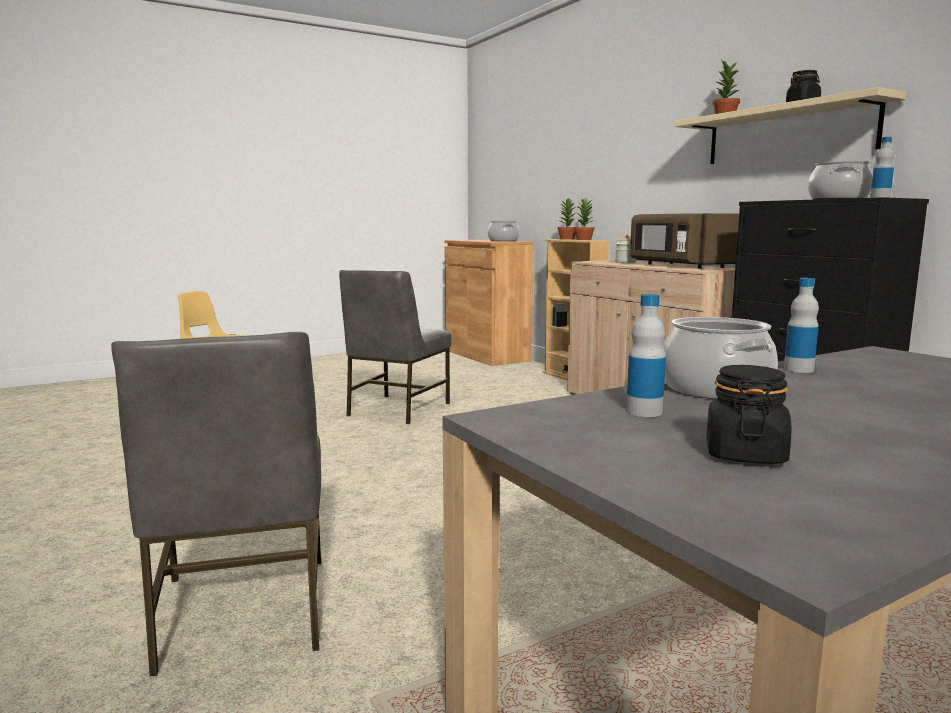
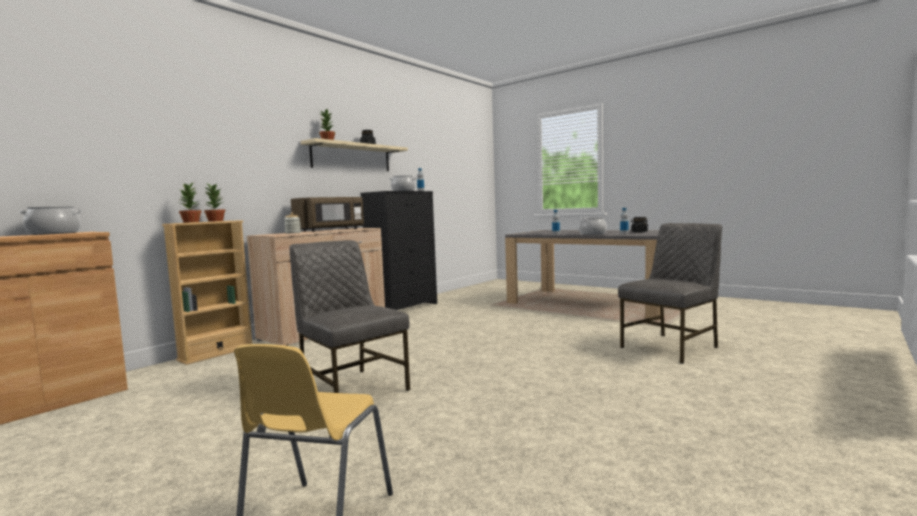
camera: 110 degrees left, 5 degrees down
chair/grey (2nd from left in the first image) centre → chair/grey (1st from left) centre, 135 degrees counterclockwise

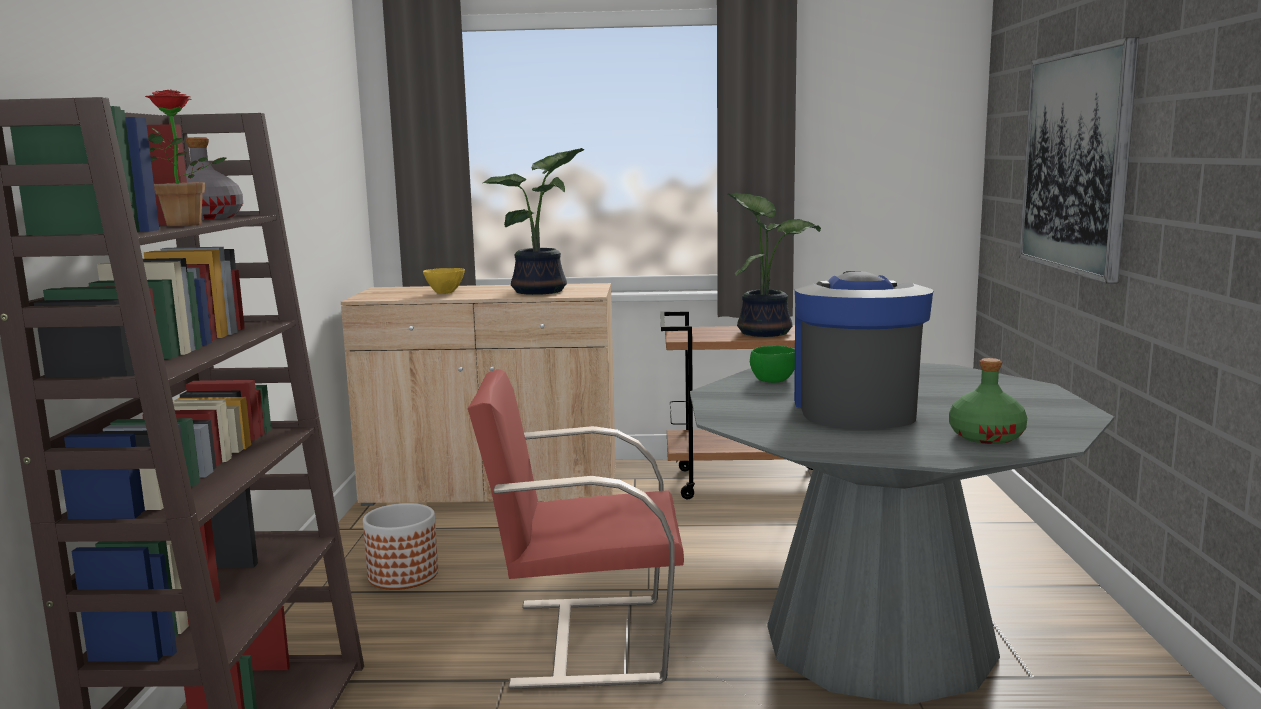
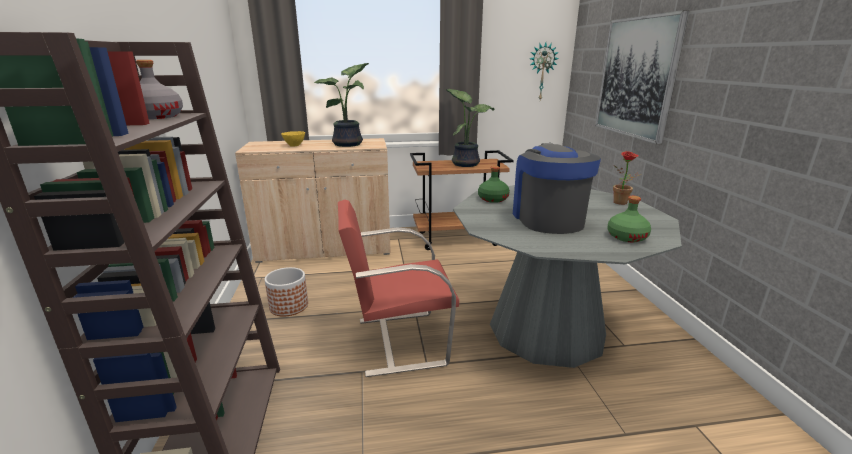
camera: 10 degrees left, 10 degrees up
bowl/green centre → bottle/green (1st from left) centre
- → wall clock top centre
potted plant (1st from left in the first image) top left → potted plant (3rd from left) middle right, move

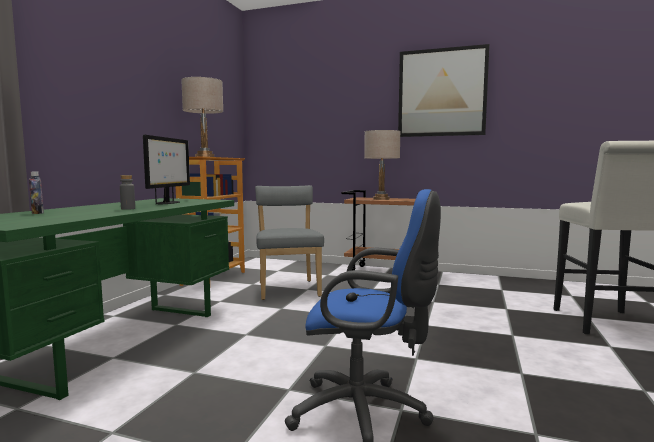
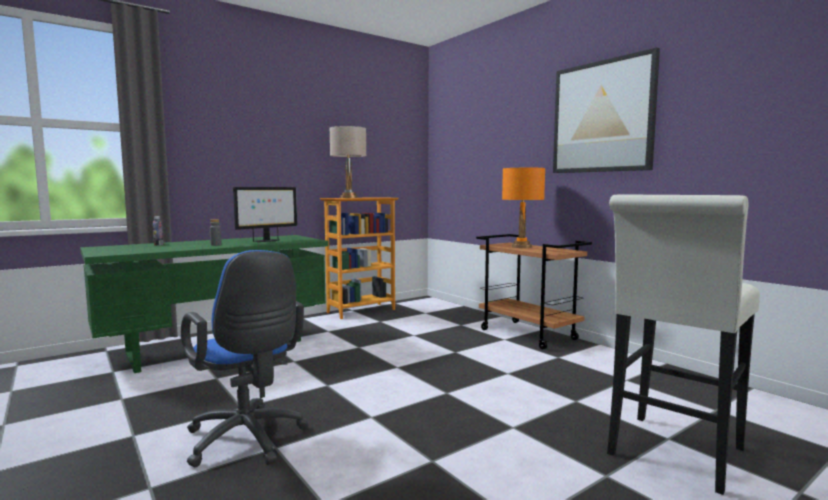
camera: 35 degrees right, 0 degrees up
table lamp/beige (2nd from left) centre → table lamp/orange centre
chair/grey centre → -

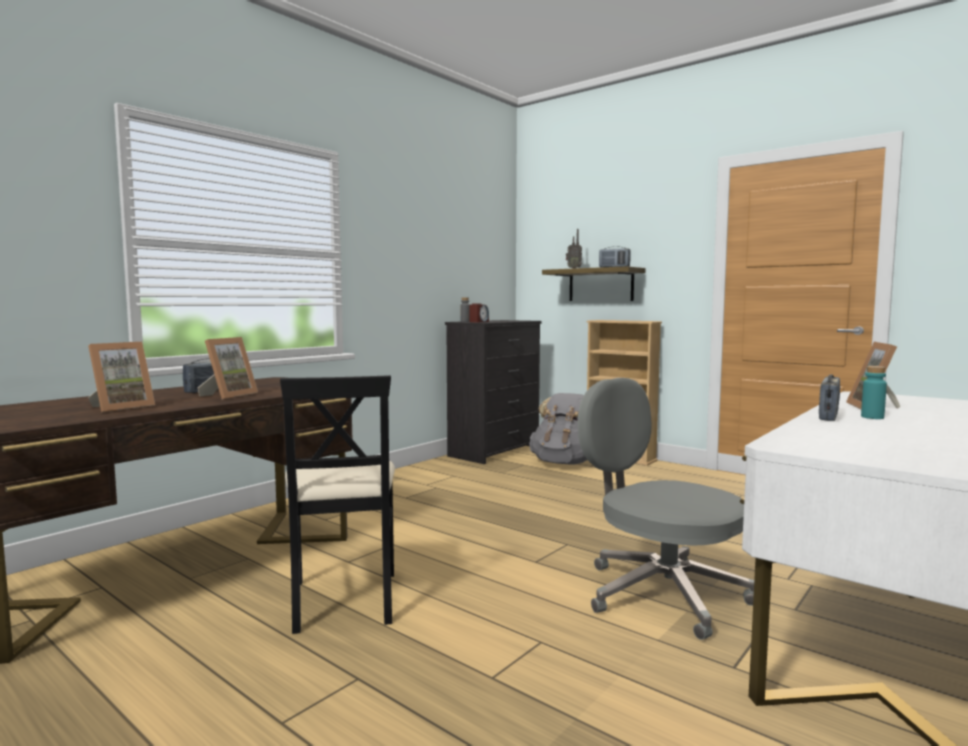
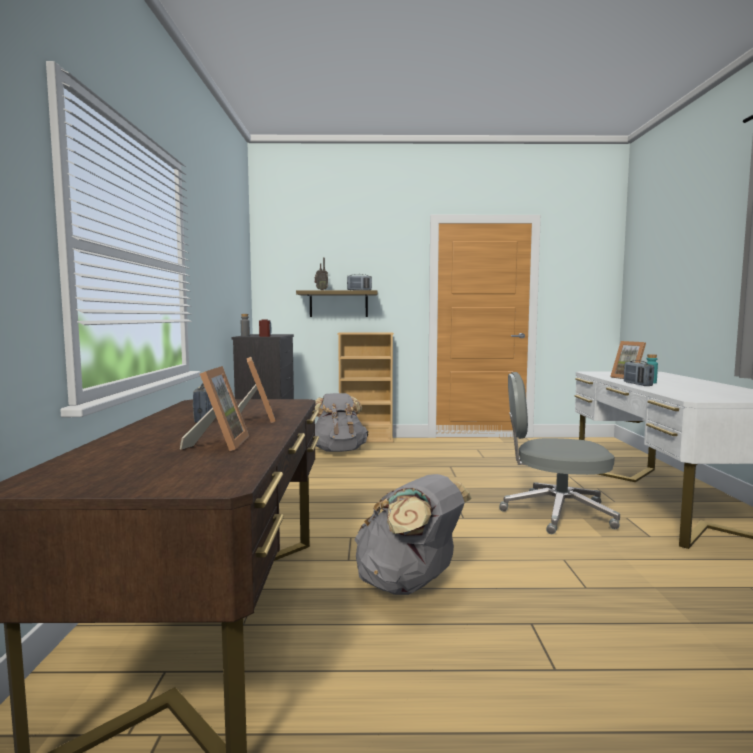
camera: 40 degrees left, 0 degrees up
chair/black bottom centre → backpack/grey (2nd from left) bottom centre

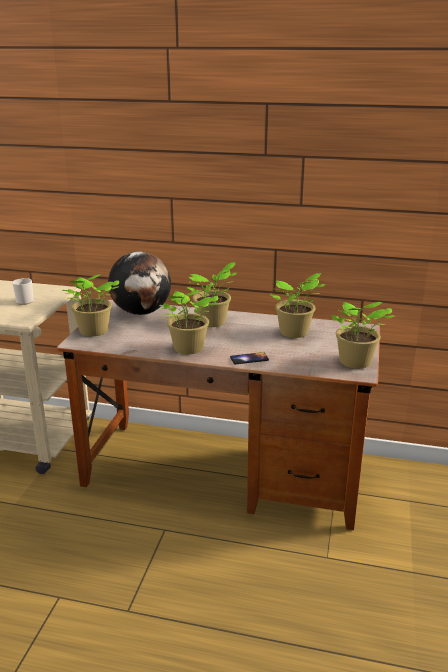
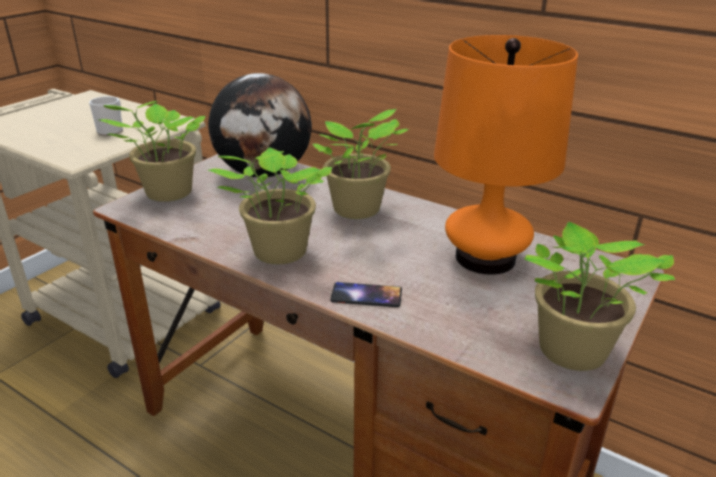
camera: 20 degrees right, 5 degrees up
potted plant (4th from left) centre → table lamp/orange top right

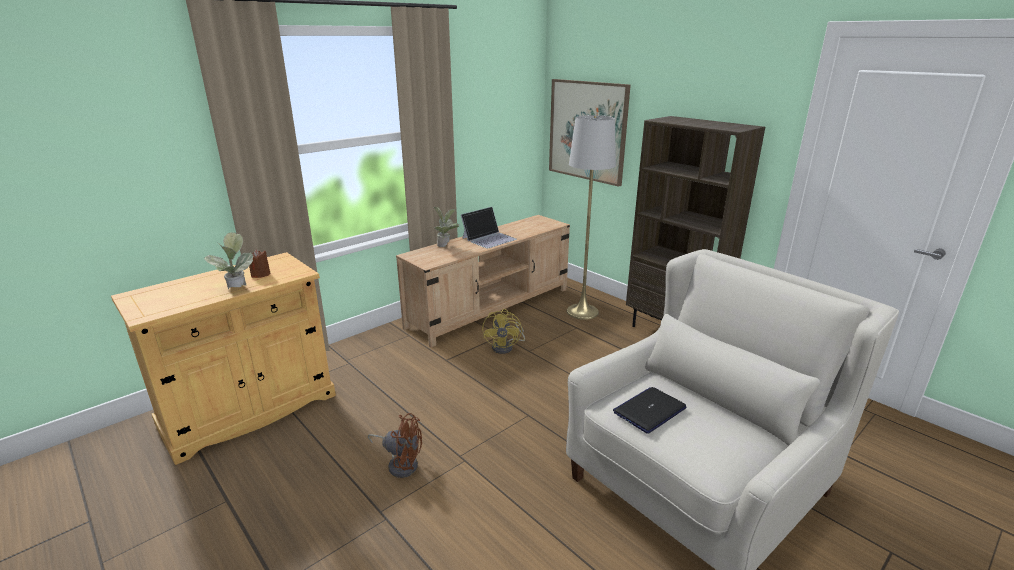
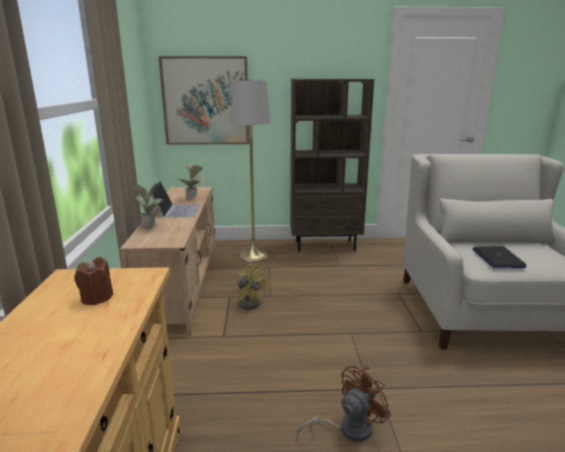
camera: 50 degrees left, 5 degrees down
potted plant (1st from left in the first image) middle left → potted plant (2nd from left) centre, move

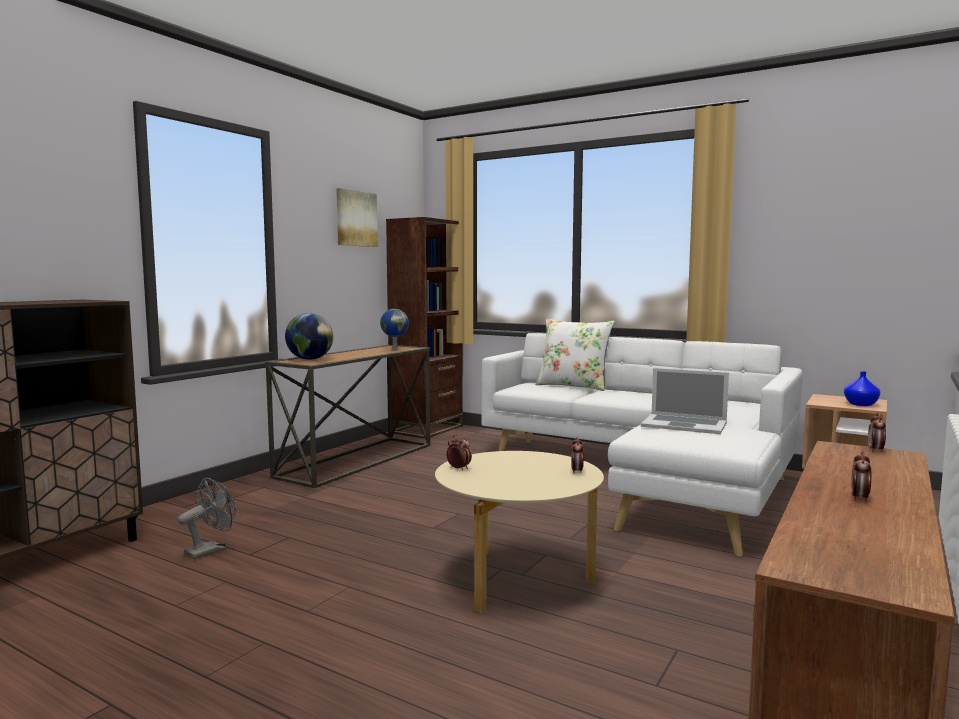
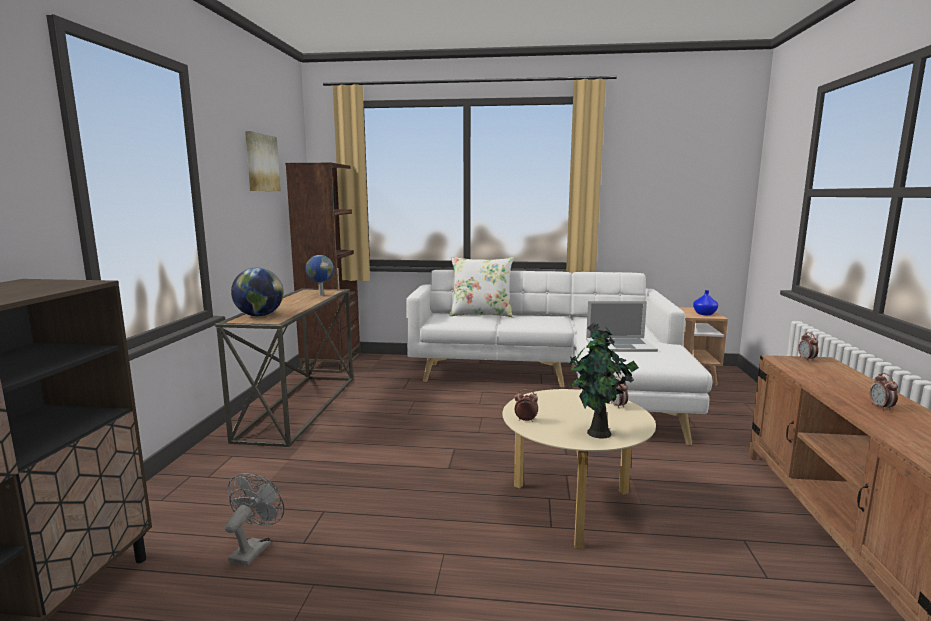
camera: 25 degrees left, 5 degrees up
- → potted plant centre

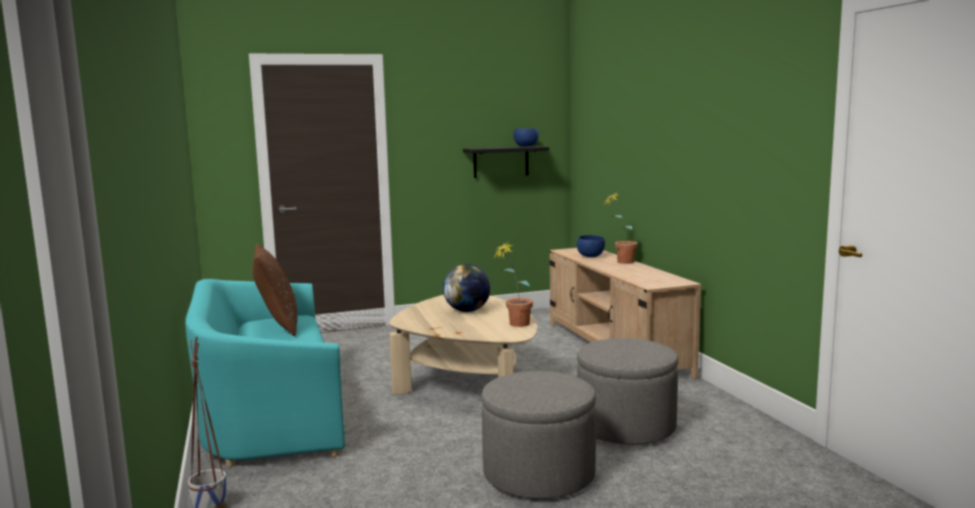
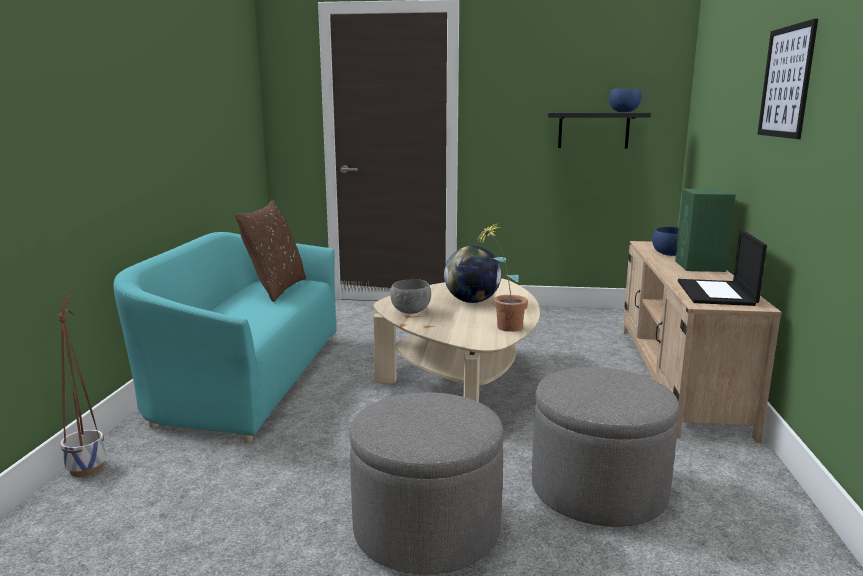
camera: 25 degrees right, 5 degrees up
- → bowl/grey centre
potted plant (2nd from left) centre → speaker/green middle right
- → laptop middle right
- → picture top right

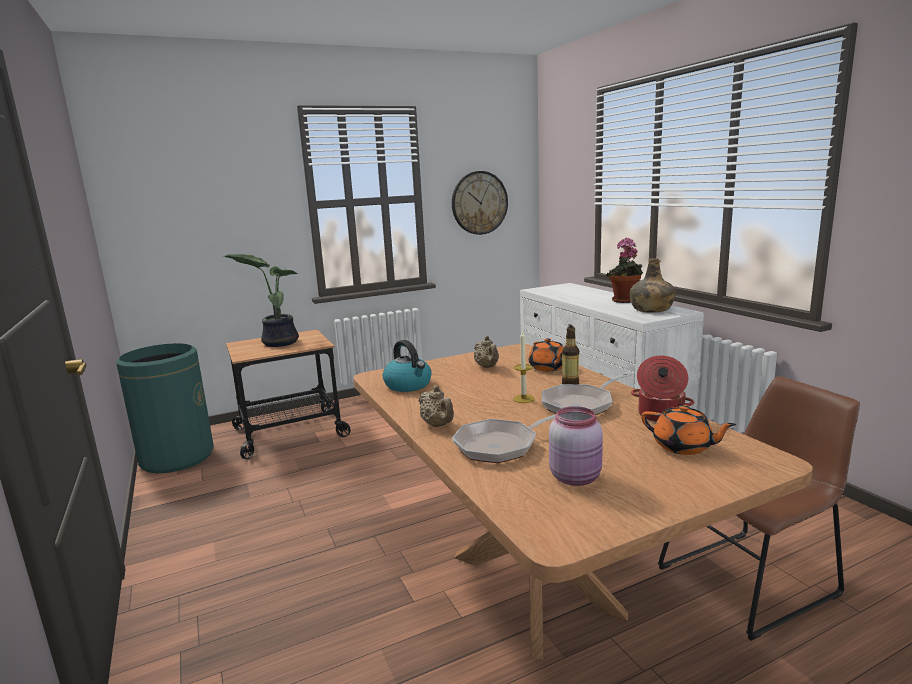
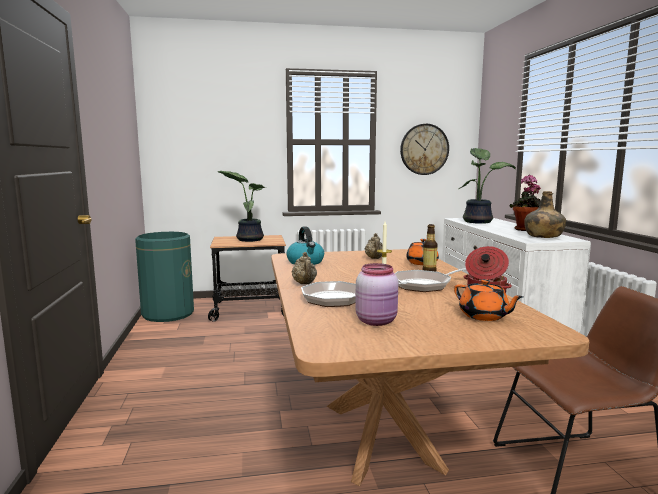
camera: 15 degrees right, 5 degrees down
- → potted plant (2nd from left) middle right

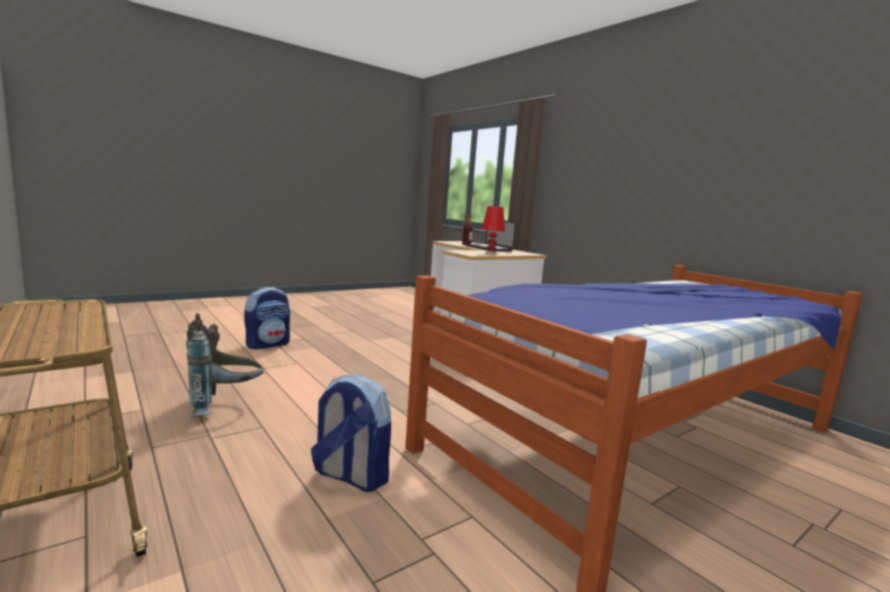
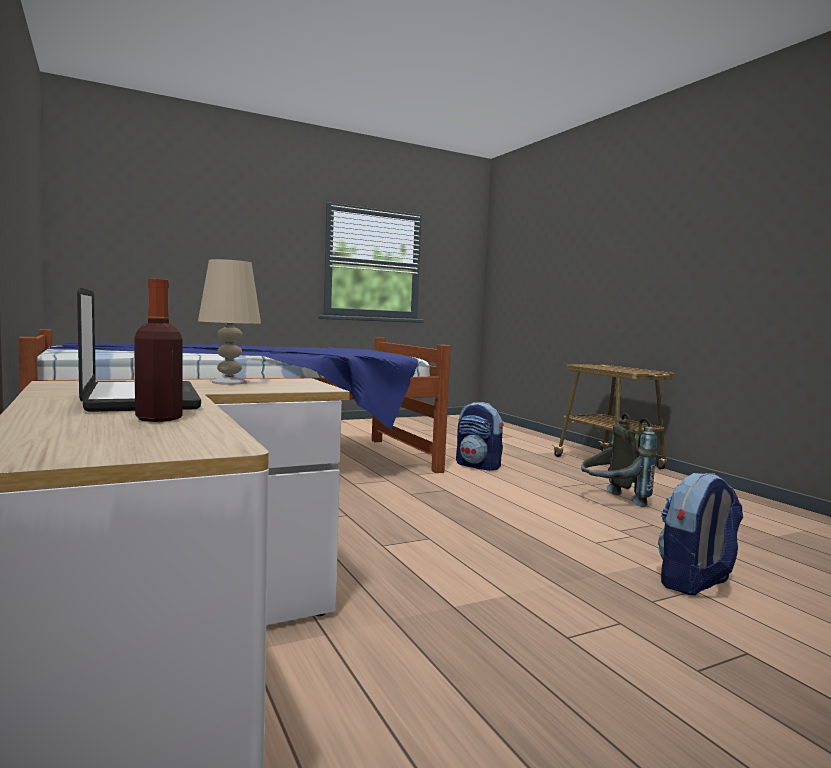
camera: 170 degrees left, 5 degrees down
table lamp/red centre → table lamp/beige middle left

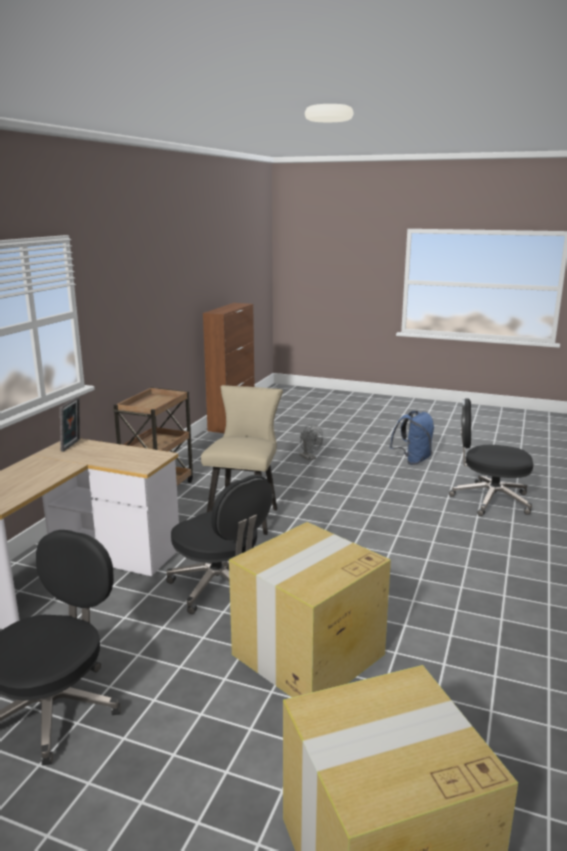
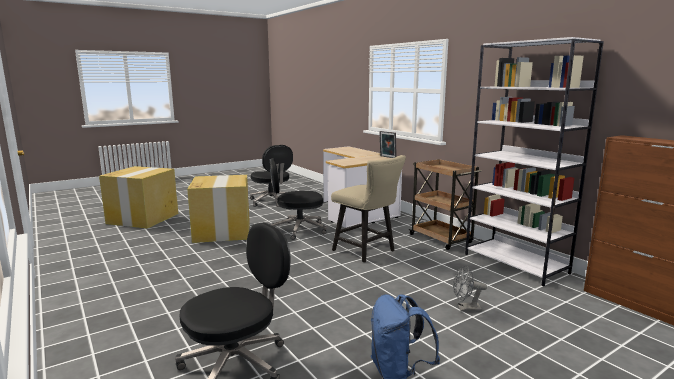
camera: 125 degrees right, 5 degrees down
- → bookcase/white middle right

